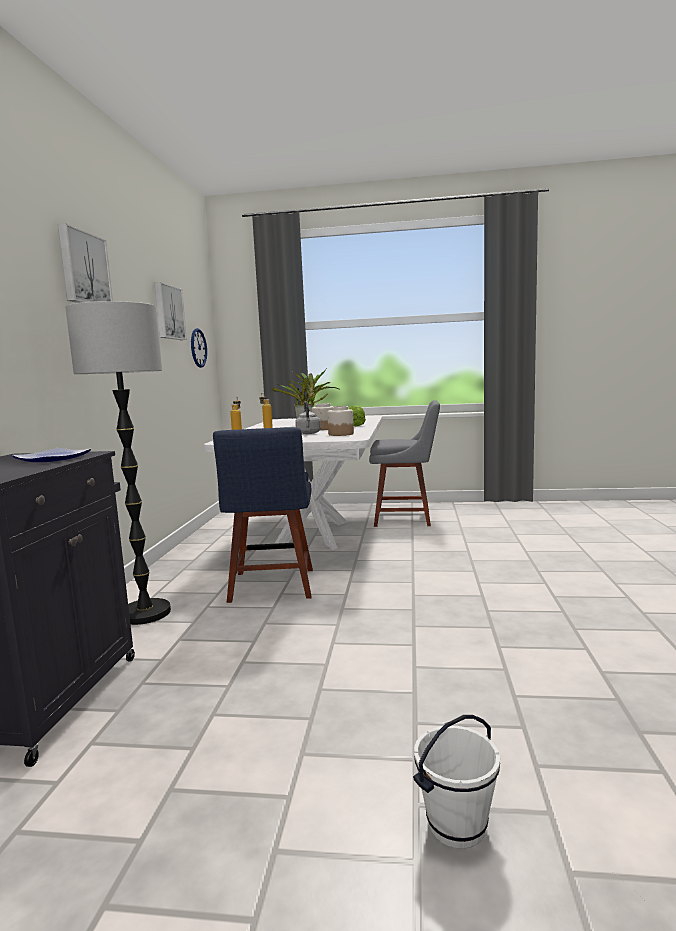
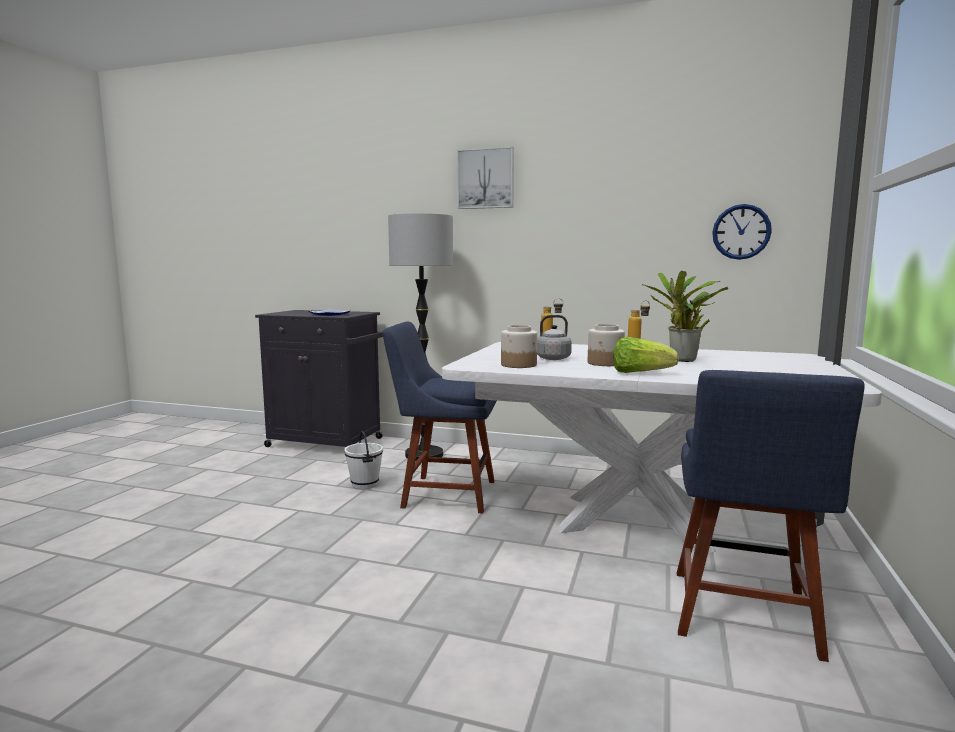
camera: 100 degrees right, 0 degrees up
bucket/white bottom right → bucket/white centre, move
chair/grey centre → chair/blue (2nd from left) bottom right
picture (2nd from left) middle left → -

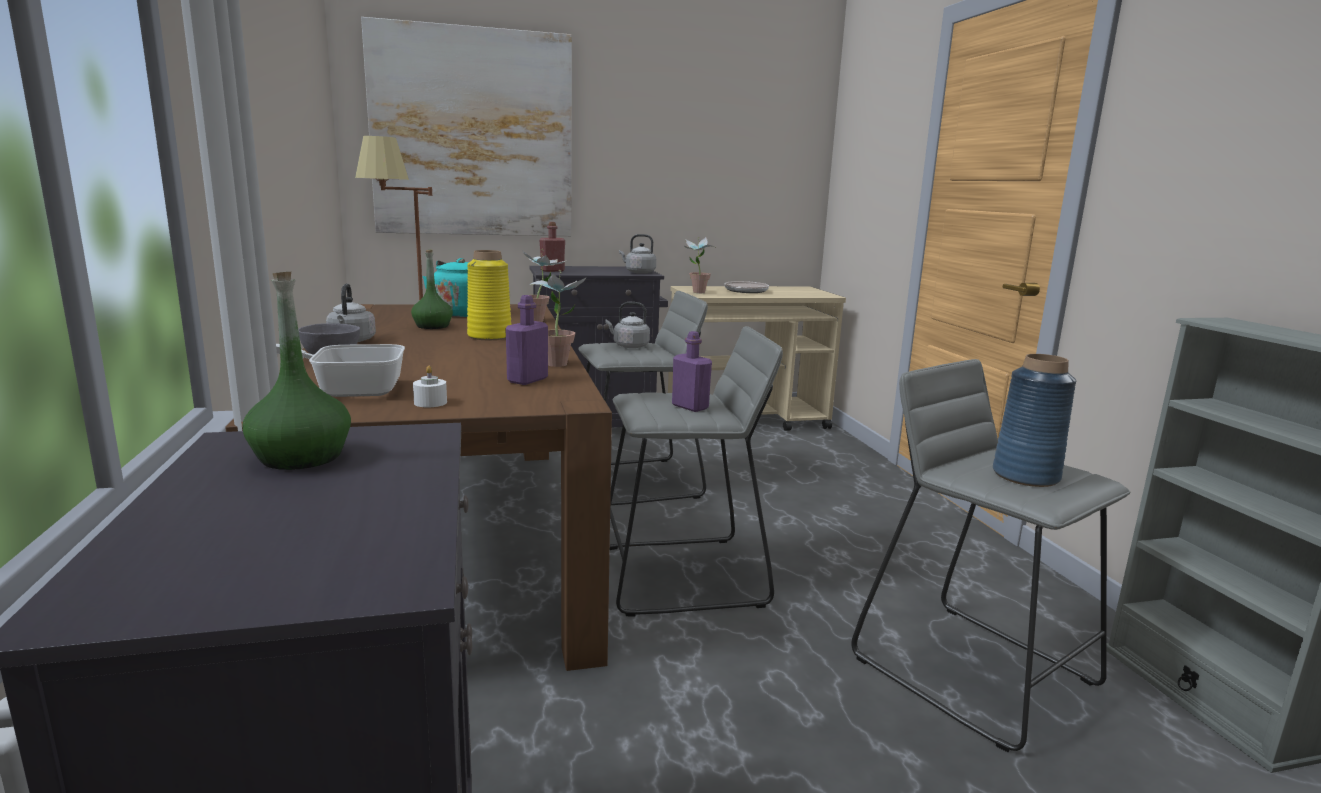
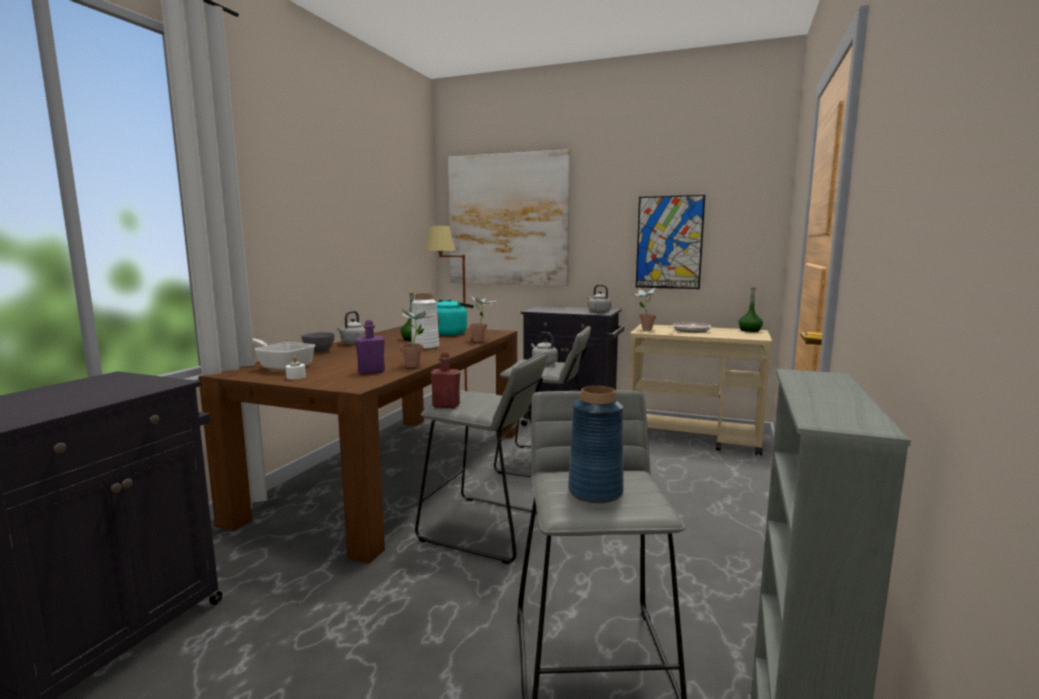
camera: 35 degrees right, 5 degrees down
vase/yellow centre → vase/white centre
bottle/red top centre → bottle/red centre, move
- → picture (2nd from left) centre
bottle/green (1st from left in the first image) middle left → bottle/green (2nd from left) middle right, move
bottle/purple (2nd from left) centre → -

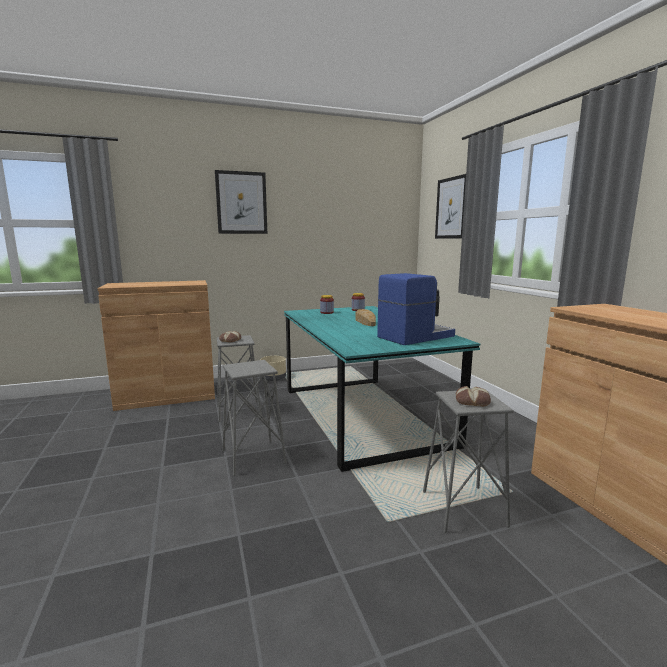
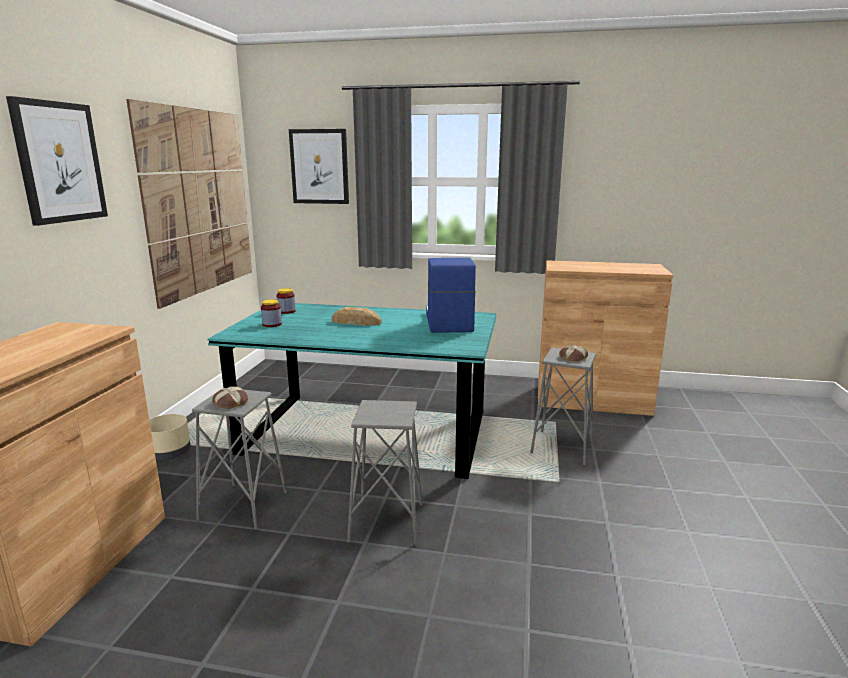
camera: 60 degrees left, 5 degrees up
- → picture (2nd from left) top left

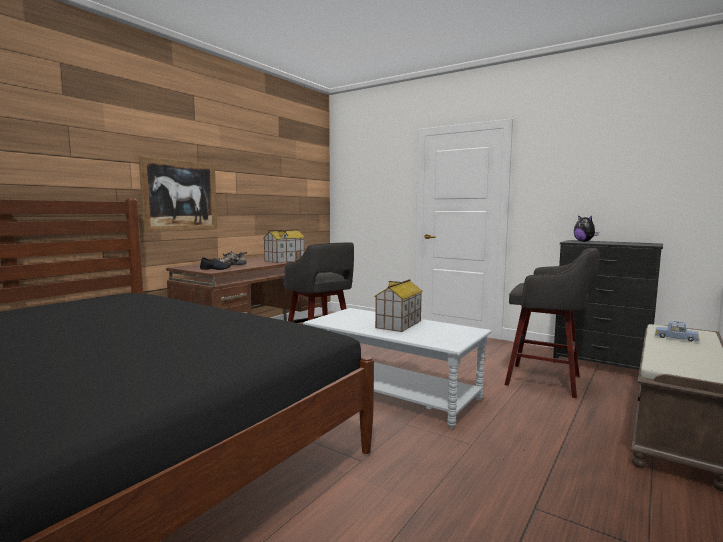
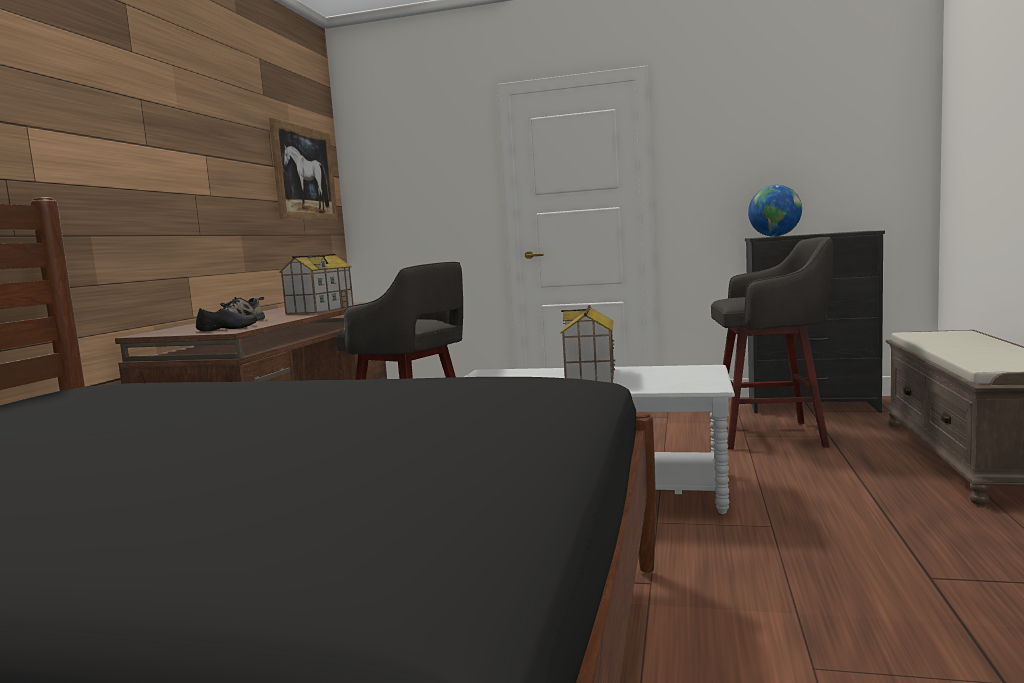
camera: 20 degrees left, 0 degrees up
picture middle left → picture top left, move
plush toy middle right → globe top right
toy car/blue middle right → -

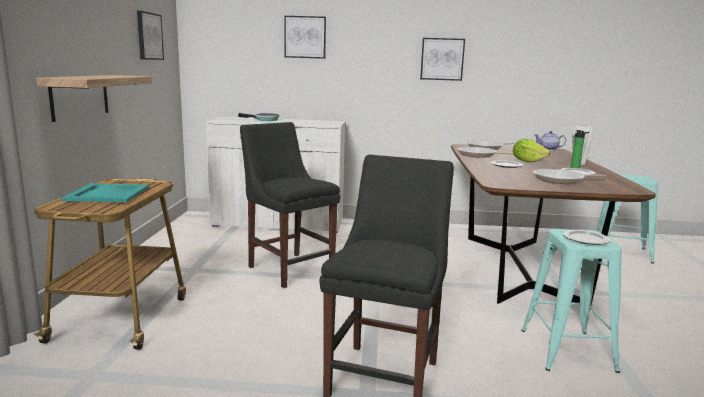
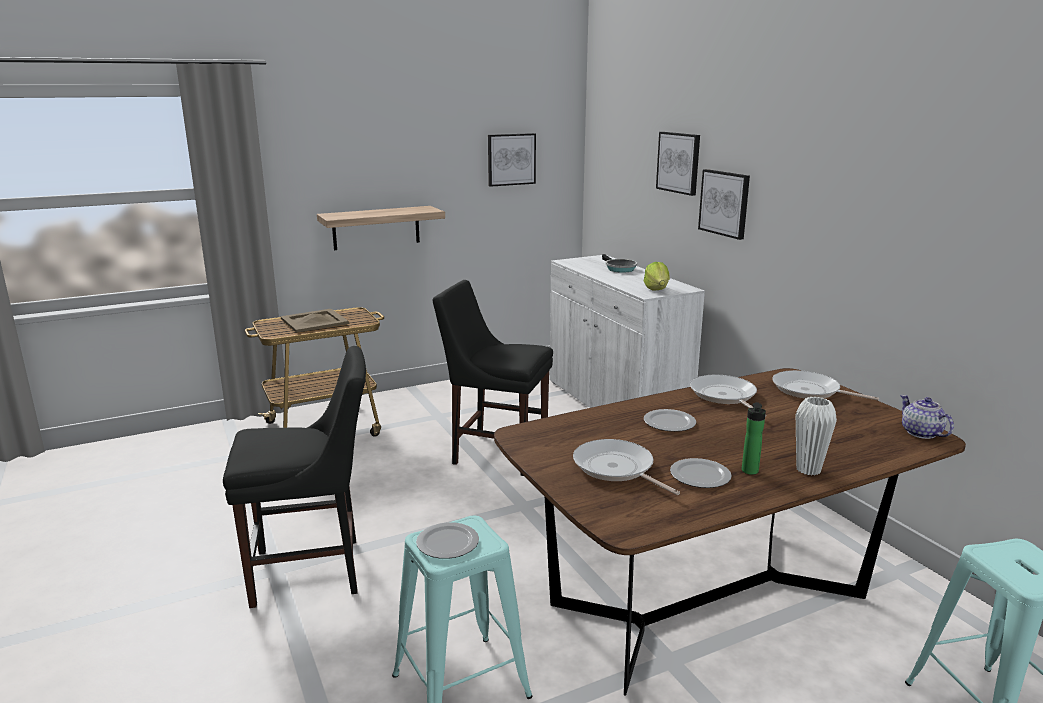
camera: 60 degrees right, 5 degrees up
tray/turquoise middle left → tray/beige middle left
chair/black (1st from left in the first image) centre → chair/black (2nd from left) centre, 90 degrees counterclockwise
lettuce middle right → lettuce centre, move
picture (3rd from left) top centre → picture (3rd from left) top right, move

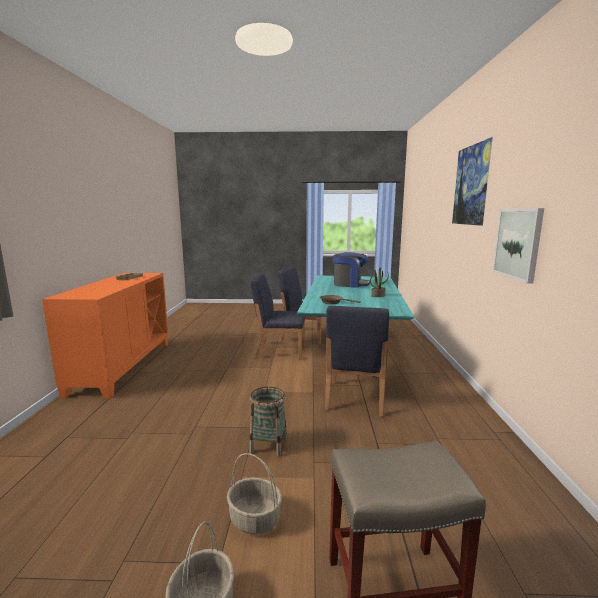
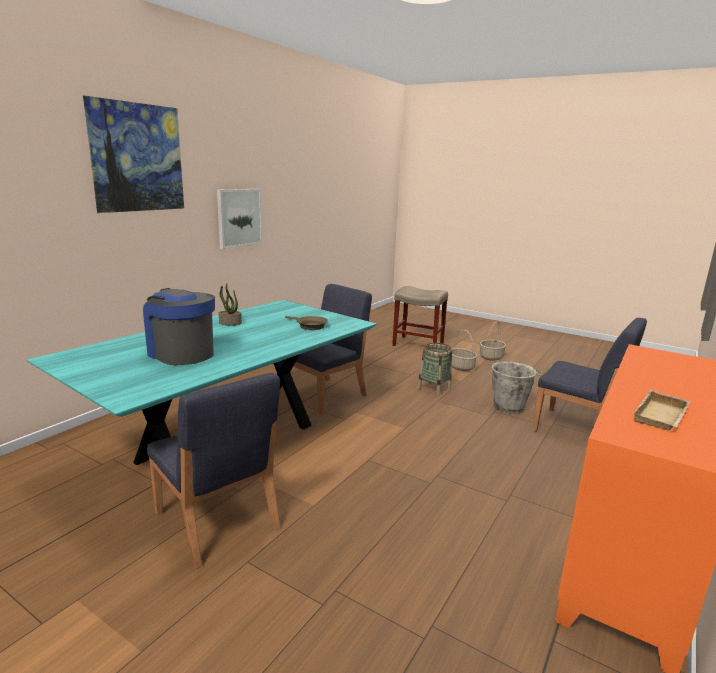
camera: 150 degrees left, 5 degrees up
- → bucket/grey middle right
chair/blue (1st from left in the first image) centre → chair/blue (3rd from left) middle right, move

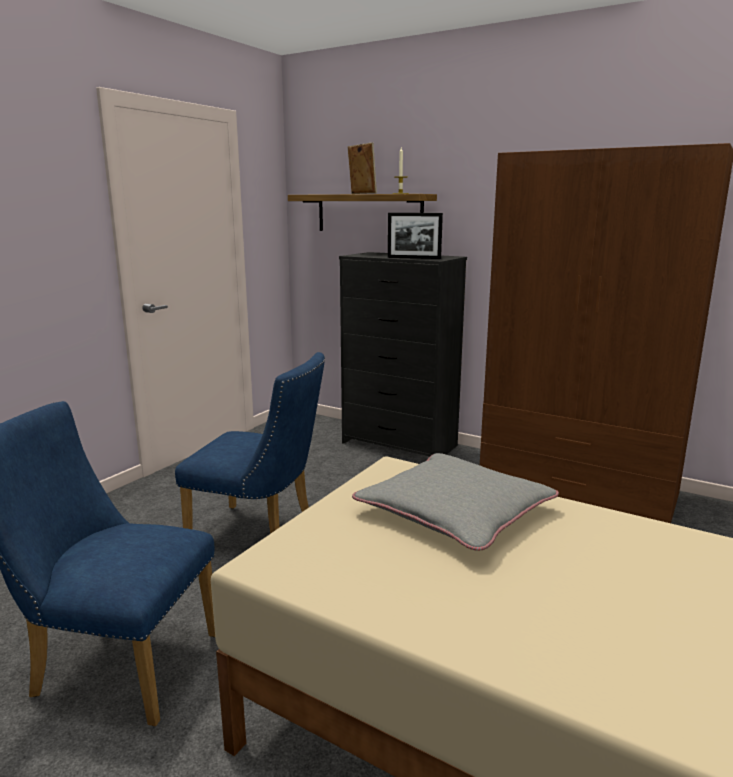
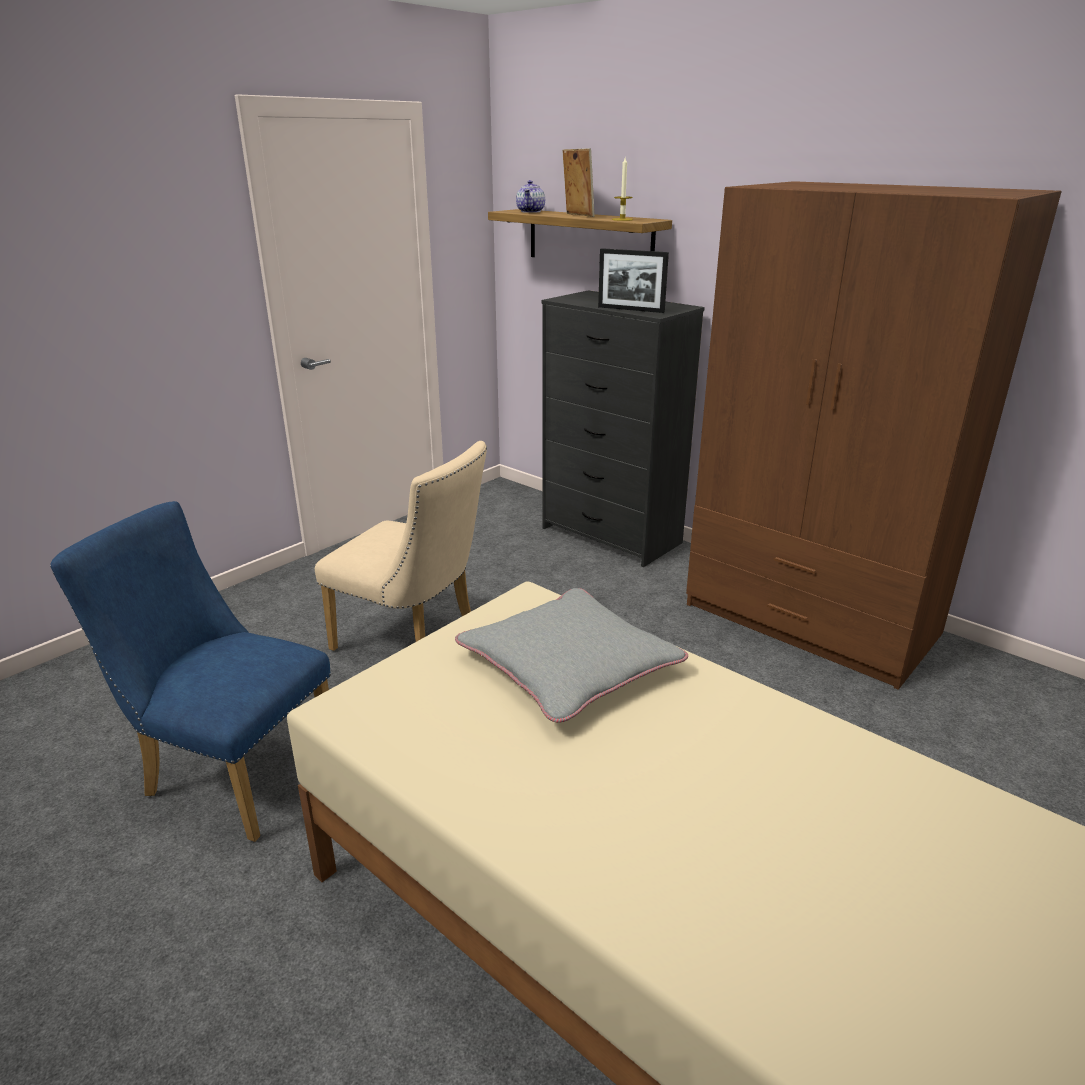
camera: 10 degrees right, 10 degrees up
chair/blue (2nd from left) centre → chair/beige centre
- → teapot top centre

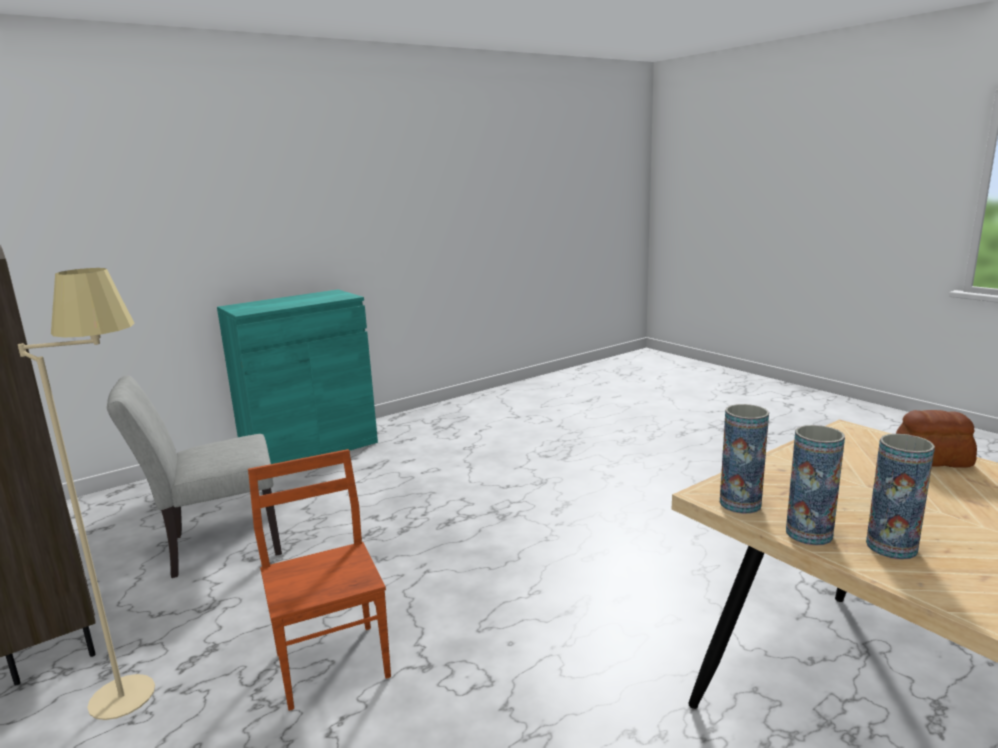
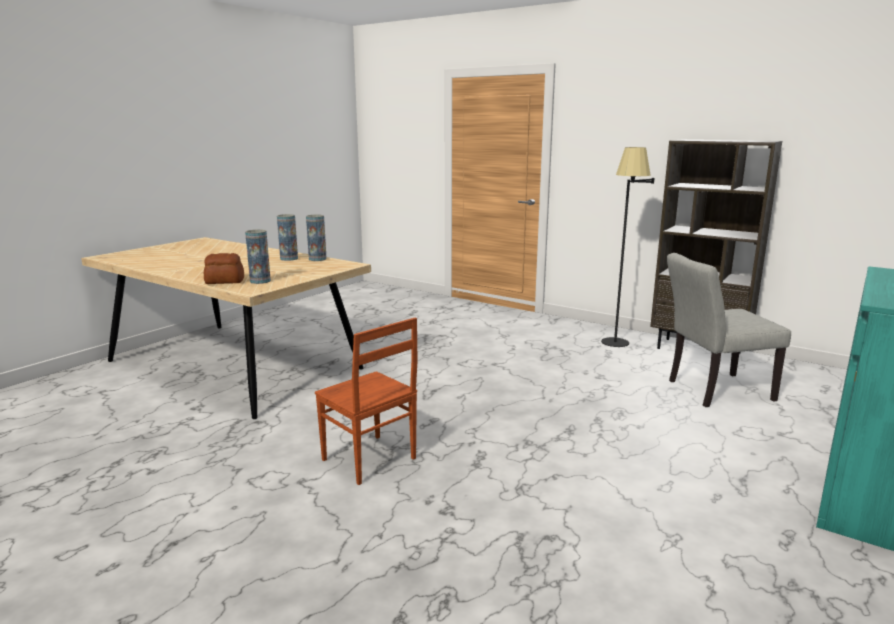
camera: 160 degrees right, 0 degrees up
vase (1st from left) middle right → vase (1st from left) middle left, move
chair/brown bottom left → chair/brown centre, move
floor lamp/beige middle left → floor lamp/black middle right
chair/grey middle left → chair/grey middle right, 150 degrees counterclockwise

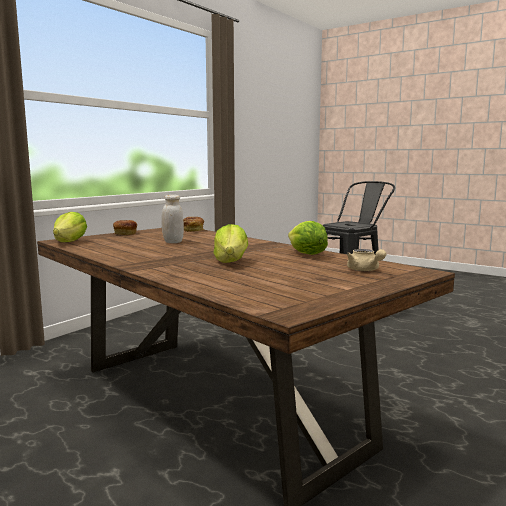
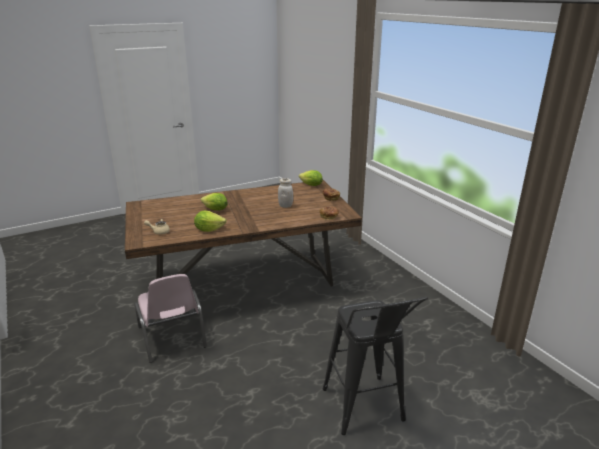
camera: 115 degrees right, 15 degrees up
- → chair/pink bottom left

